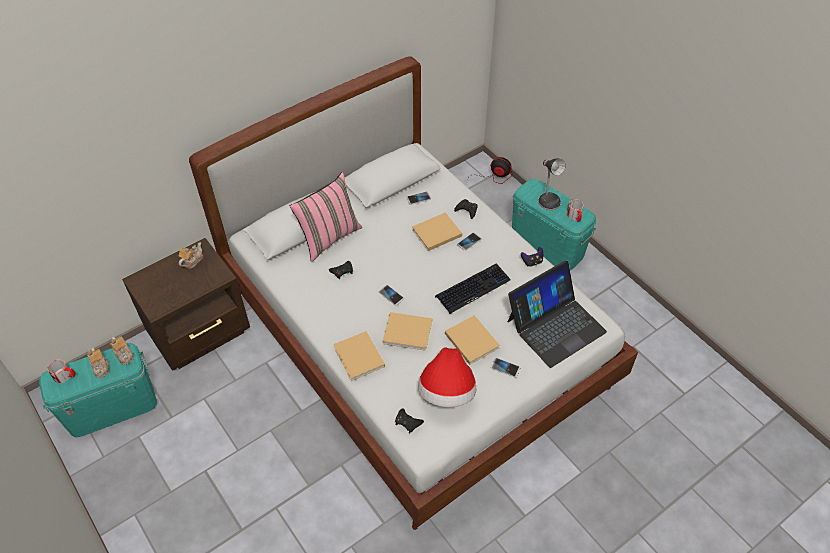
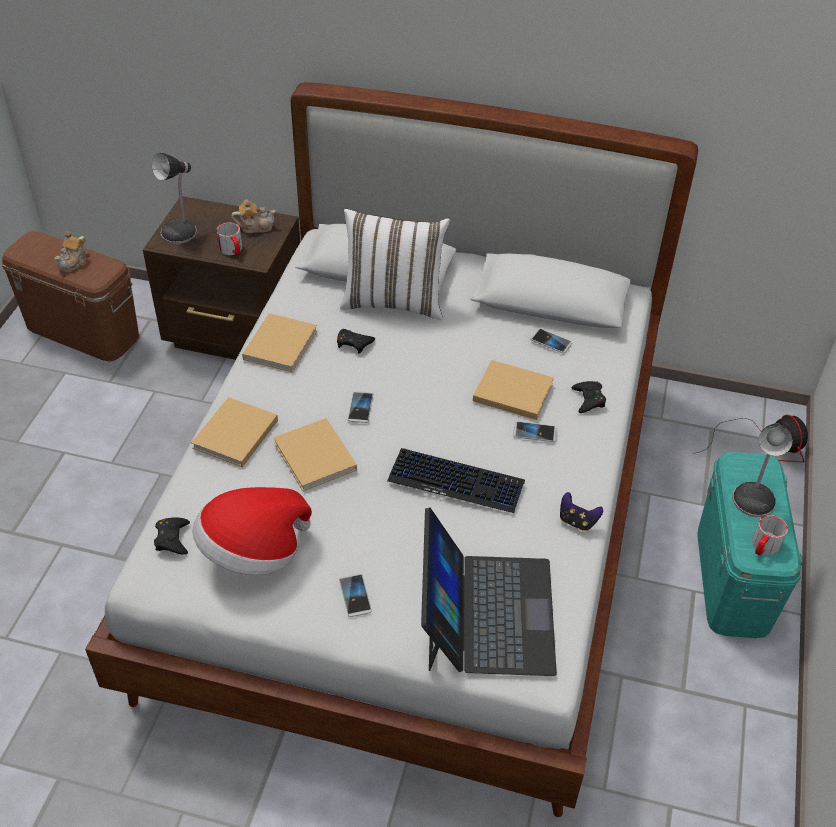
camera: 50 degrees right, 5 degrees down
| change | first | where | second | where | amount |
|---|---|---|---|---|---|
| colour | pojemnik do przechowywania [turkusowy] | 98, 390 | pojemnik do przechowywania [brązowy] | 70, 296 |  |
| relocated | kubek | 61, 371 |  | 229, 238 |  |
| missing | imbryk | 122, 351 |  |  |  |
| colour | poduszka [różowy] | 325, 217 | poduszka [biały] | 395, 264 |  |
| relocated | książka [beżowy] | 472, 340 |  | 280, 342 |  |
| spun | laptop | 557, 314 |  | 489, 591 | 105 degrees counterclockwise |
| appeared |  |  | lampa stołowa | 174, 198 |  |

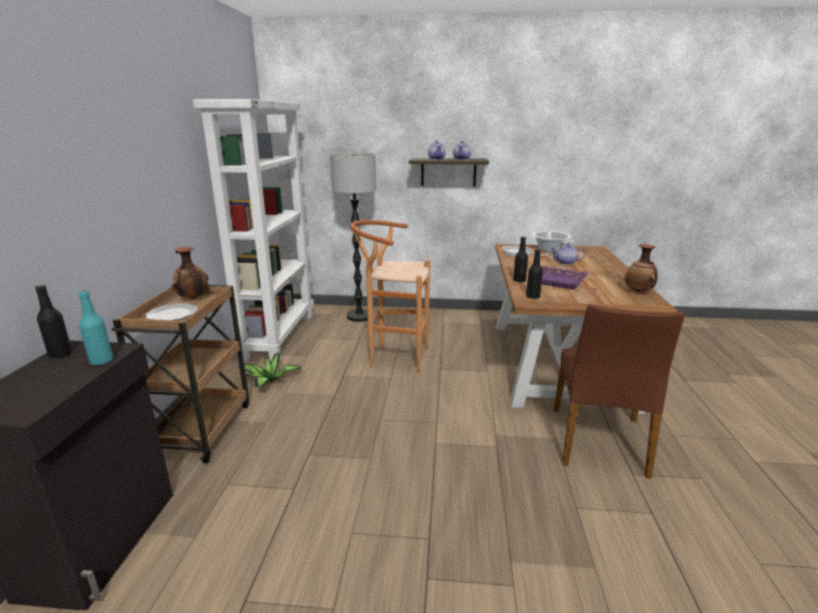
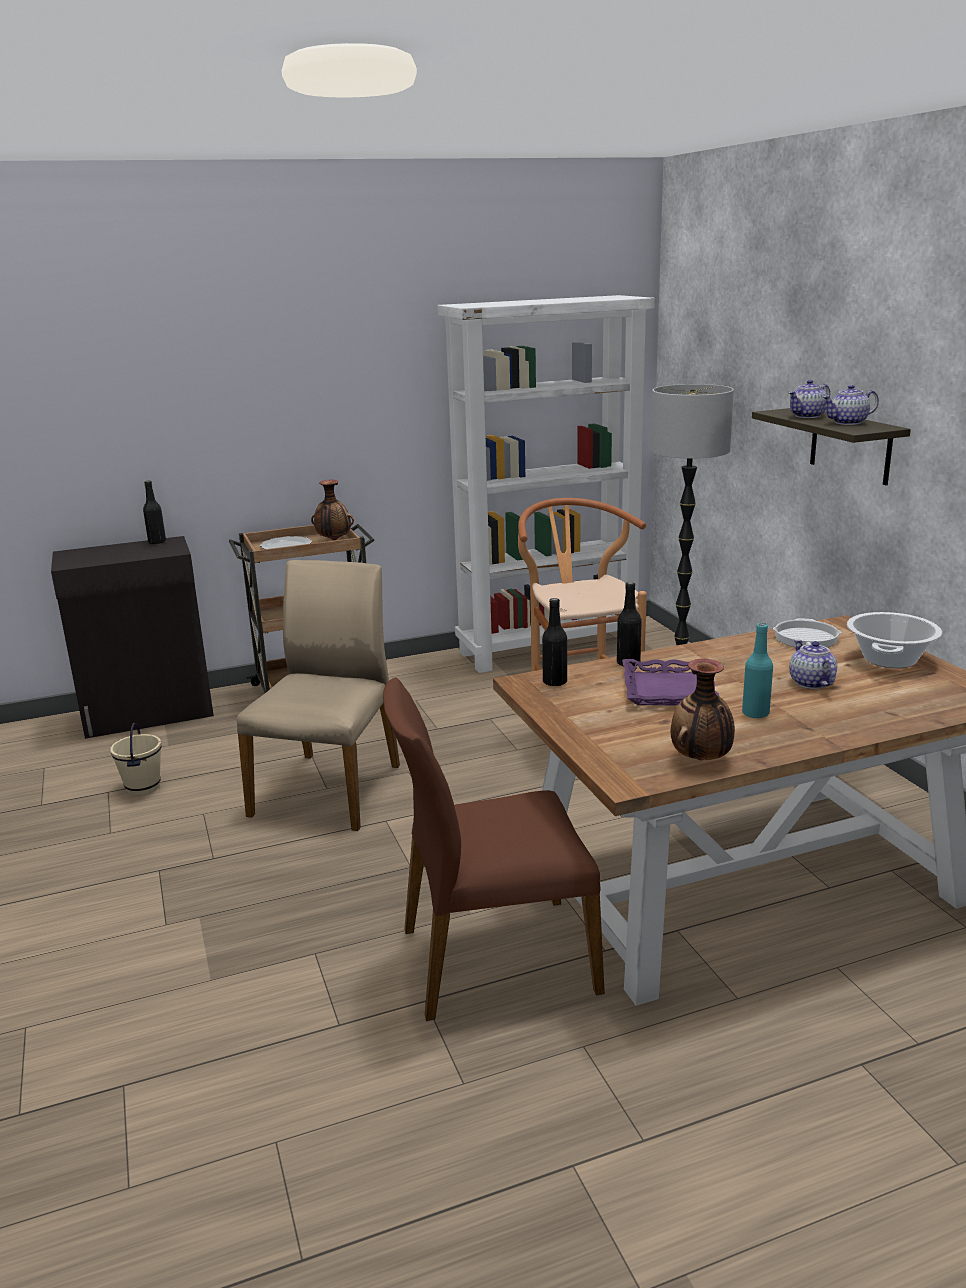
camera: 65 degrees right, 0 degrees up
| change | first | where | second | where | amount |
|---|---|---|---|---|---|
| relocated | butelka [turkusowy] | 95, 327 |  | 757, 670 |  |
| missing | roślina doniczkowa | 269, 370 |  |  |  |
| appeared |  |  | wiadro [beżowy] | 135, 759 |  |
| appeared |  |  | krzesło [beżowy] | 318, 695 |  |

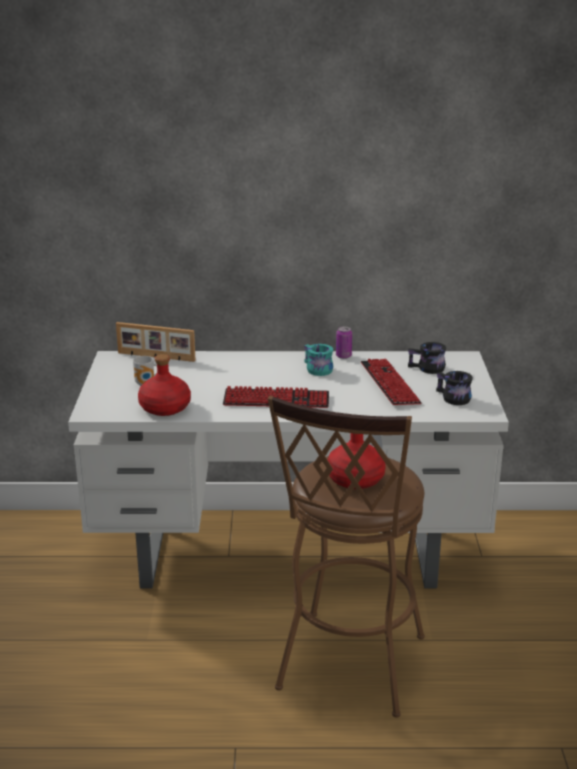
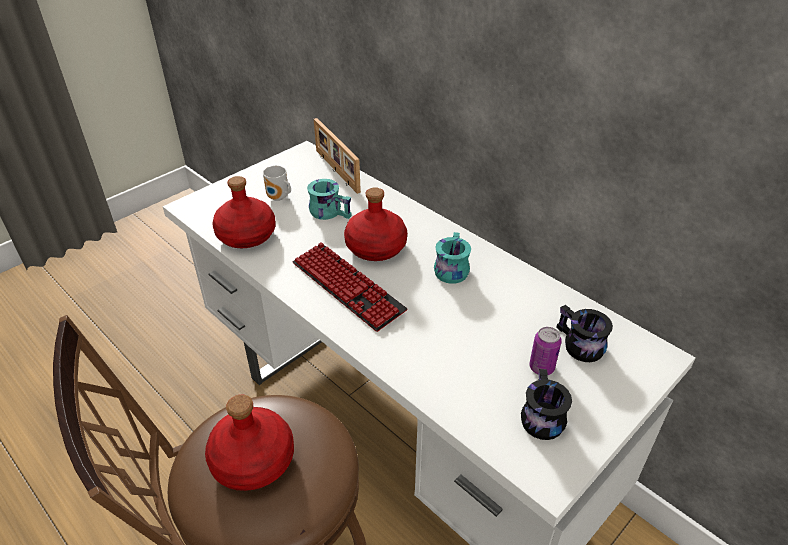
camera: 45 degrees right, 15 degrees up
| change | first | where | second | where | amount |
|---|---|---|---|---|---|
| relocated | puszka | 344, 342 |  | 545, 351 |  |
| missing | klawiatura | 391, 382 |  |  |  |
| appeared |  |  | kubek [turkusowy] | 329, 199 |  |
| appeared |  |  | butelka [czerwony] | 375, 224 |  |

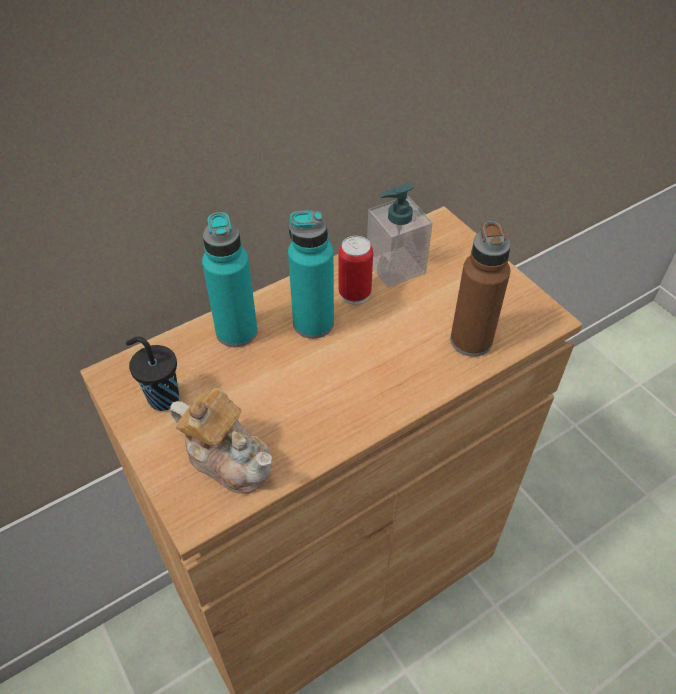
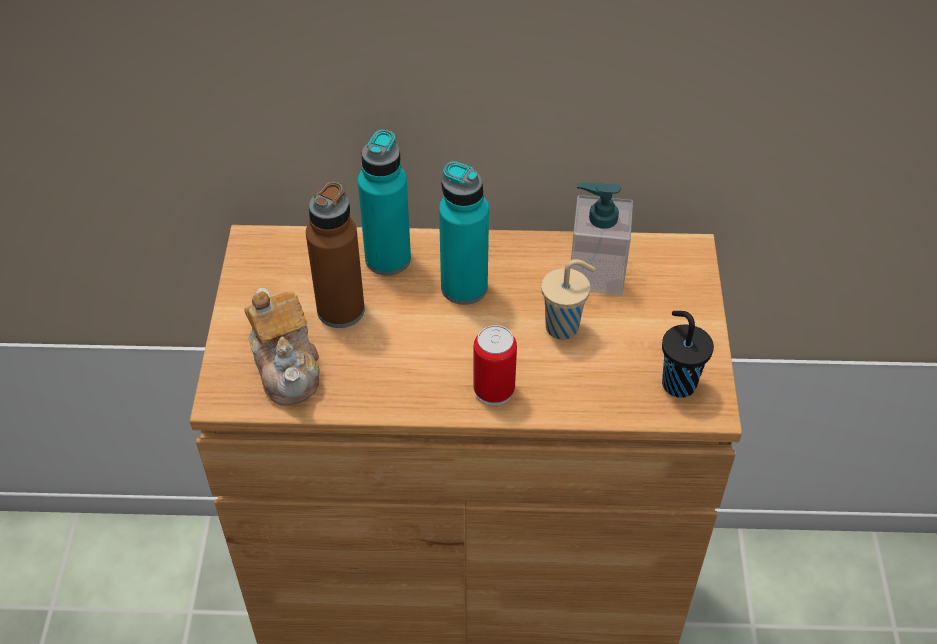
camera: 35 degrees right, 0 degrees up
| change | first | where | second | where | amount |
|---|---|---|---|---|---|
| relocated | filiżanka [czarny] | 152, 374 |  | 688, 354 |  |
| relocated | puszka | 356, 270 |  | 495, 365 |  |
| relocated | butelka [brązowy] | 480, 289 |  | 335, 254 |  |
| appeared |  |  | filiżanka [beżowy] | 568, 299 |  |

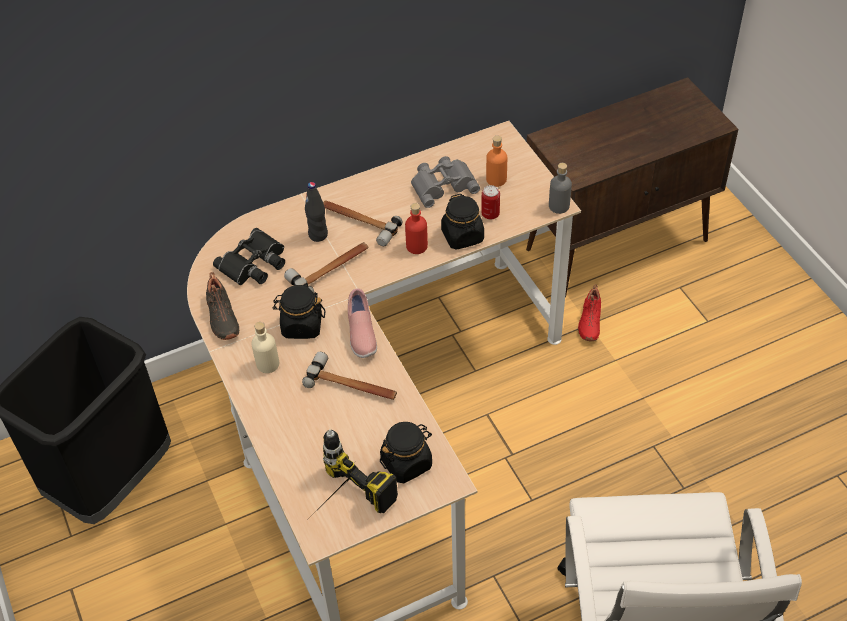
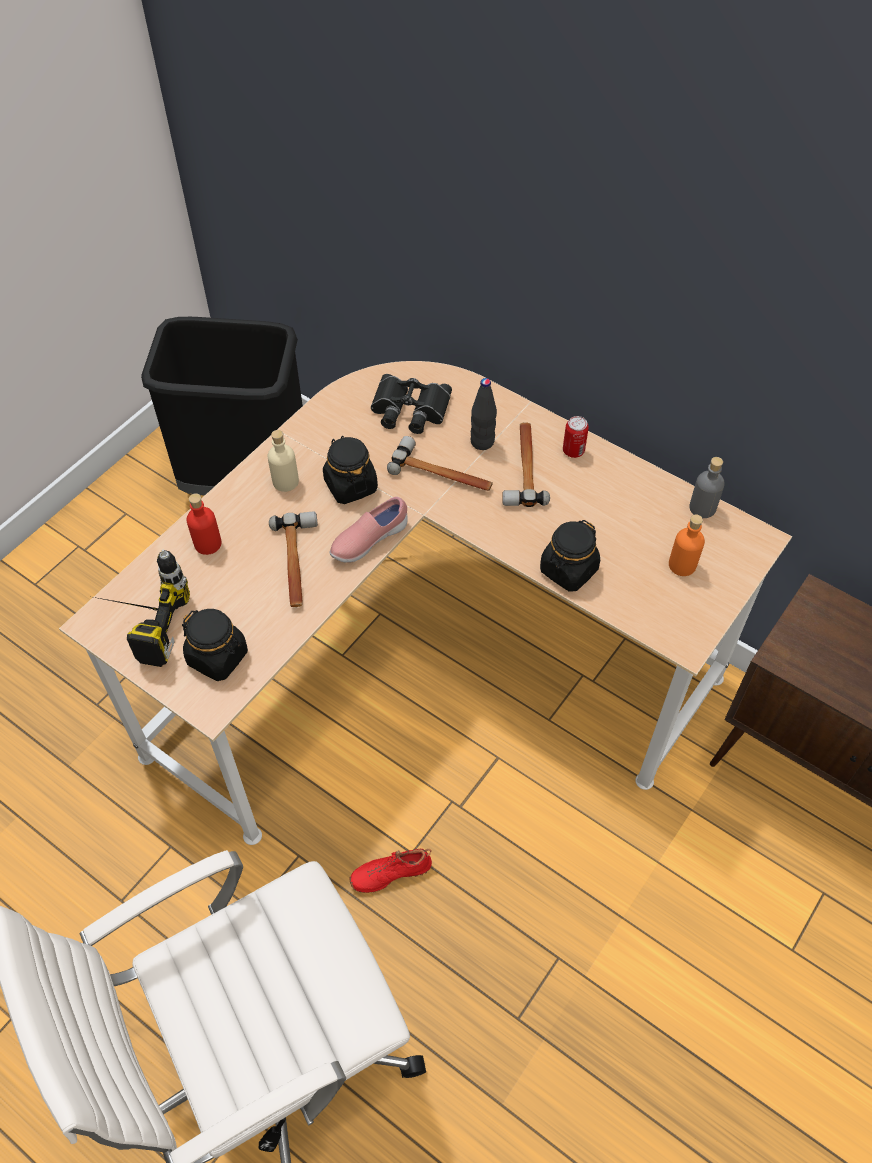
camera: 60 degrees right, 5 degrees up
| change | first | where | second | where | amount |
|---|---|---|---|---|---|
| missing | but [czarny] | 222, 306 |  |  |  |
| relocated | butelka [czerwony] | 416, 228 |  | 204, 524 |  |
| missing | lornetka [szary] | 445, 182 |  |  |  |
| relocated | puszka | 490, 202 |  | 576, 437 |  |
| relocated | butelka [szary] | 560, 188 |  | 707, 487 |  |
| relocated | but [czerwony] | 589, 313 |  | 390, 871 |  |

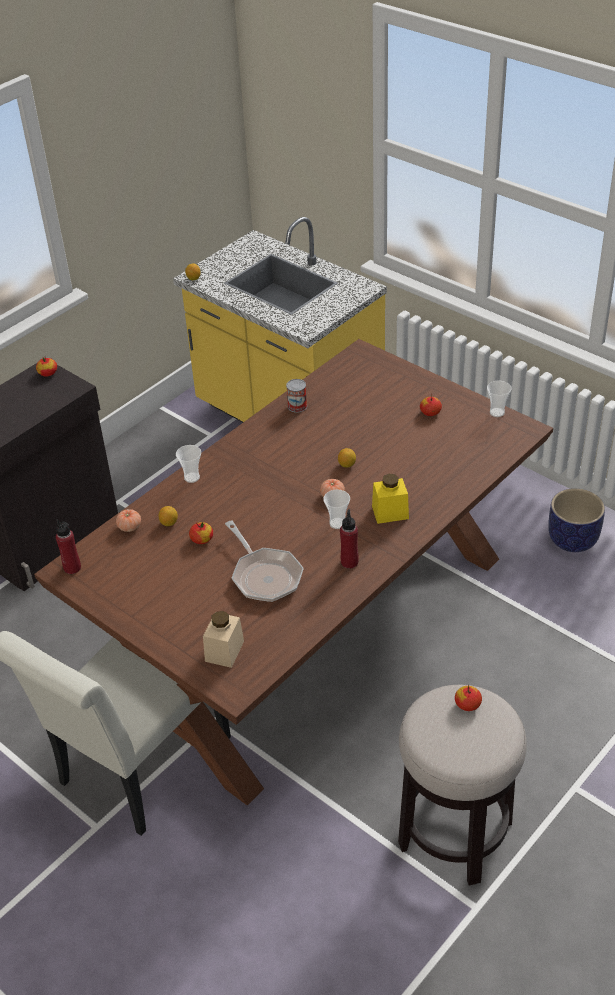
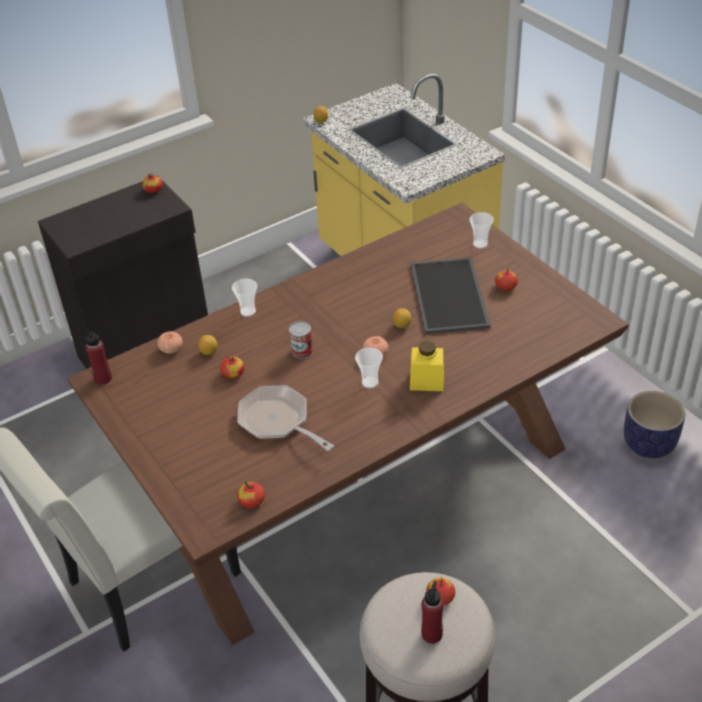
camera: 15 degrees right, 0 degrees up
| change | first | where | second | where | amount |
|---|---|---|---|---|---|
| missing | słoik [beżowy] | 223, 639 |  |  |  |
| spun | patelnia | 264, 561 |  | 285, 418 | 150 degrees clockwise |
| relocated | puszka | 296, 396 |  | 301, 340 |  |
| relocated | butelka [czerwony] | 349, 539 |  | 432, 612 |  |
| relocated | filiżanka | 499, 399 |  | 482, 230 |  |
| appeared |  |  | jabłko | 251, 495 |  |
| appeared |  |  | taca | 451, 295 |  |

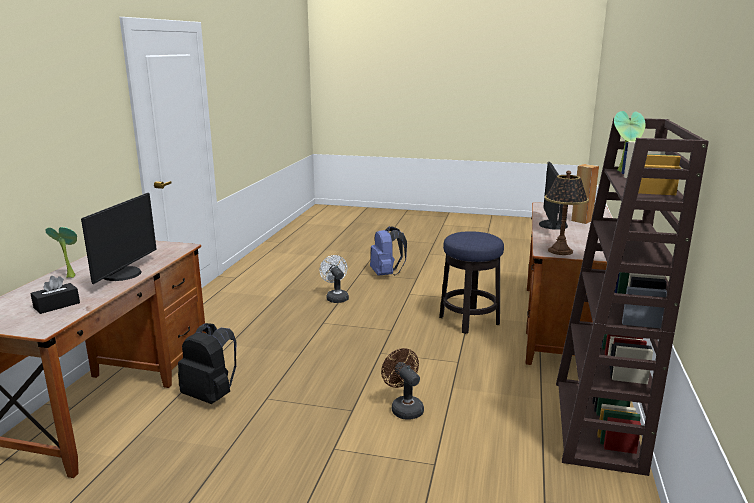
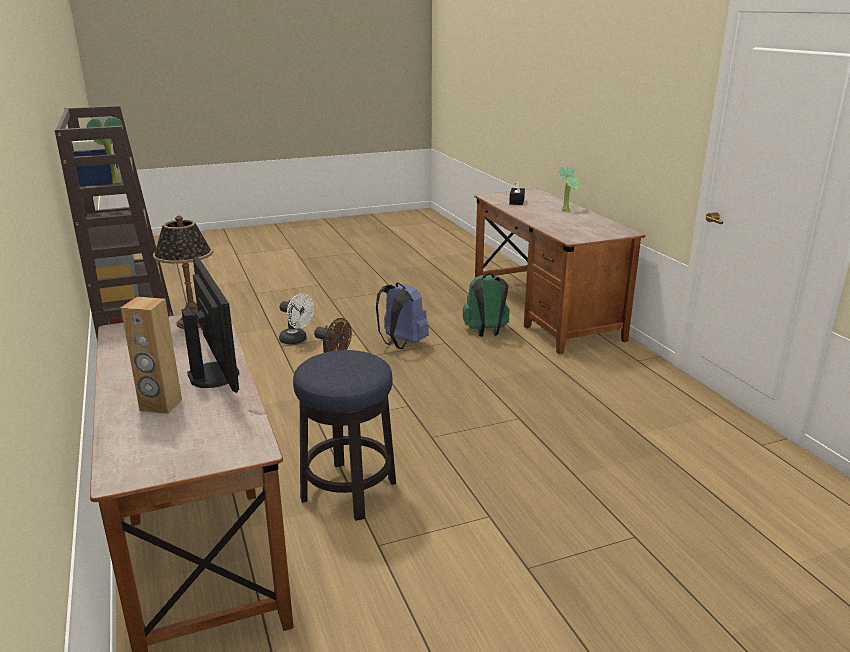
camera: 145 degrees right, 5 degrees up
| change | first | where | second | where | amount |
|---|---|---|---|---|---|
| missing | monitor | 119, 238 |  |  |  |
| colour | plecak [czarny] | 207, 363 | plecak [zielony] | 486, 305 |  |
| relocated | wentylator [biały] | 334, 279 |  | 296, 319 |  |
| relocated | plecak [niebieski] | 388, 251 |  | 402, 316 |  |

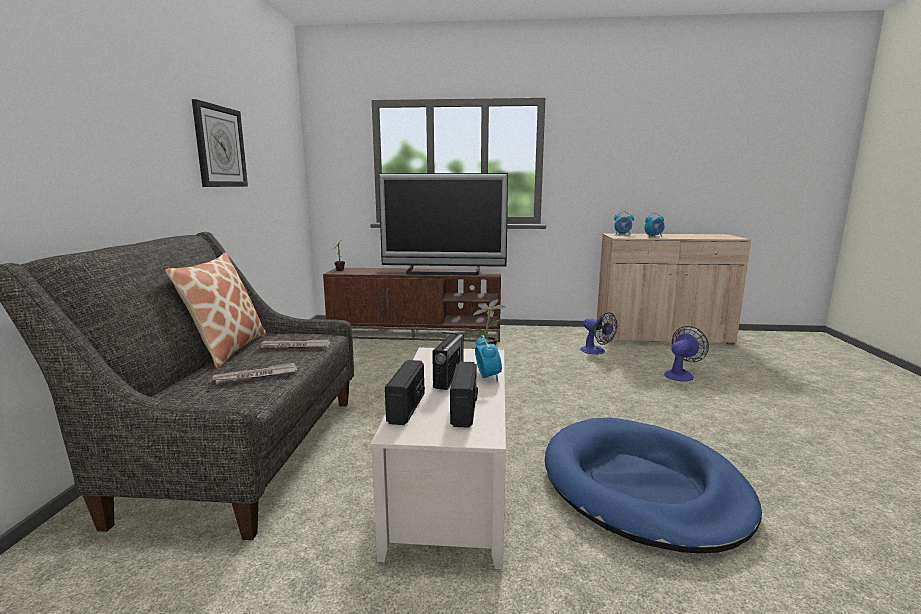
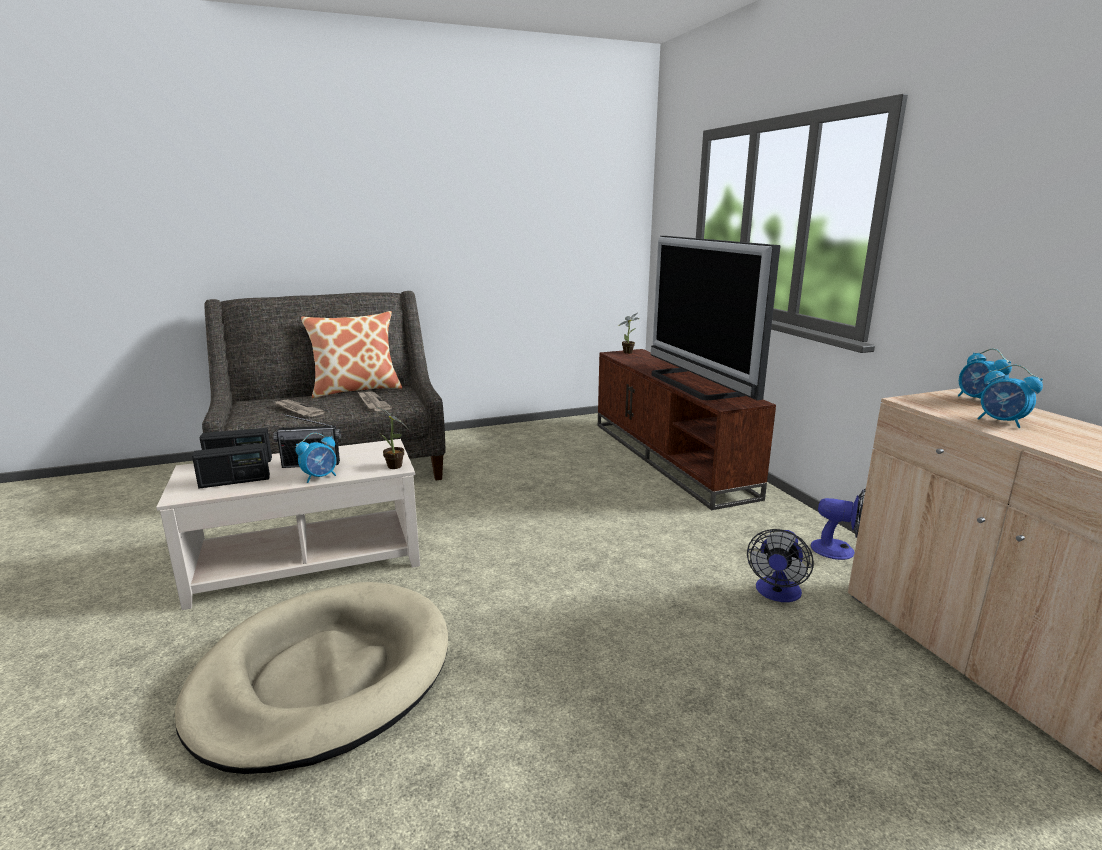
camera: 65 degrees right, 5 degrees up
| change | first | where | second | where | amount |
|---|---|---|---|---|---|
| missing | zegar ścienny | 220, 143 |  |  |  |
| colour | legowisko [niebieski] | 653, 485 | legowisko [beżowy] | 311, 678 |  |
| relocated | wentylator | 686, 353 |  | 838, 524 |  |

